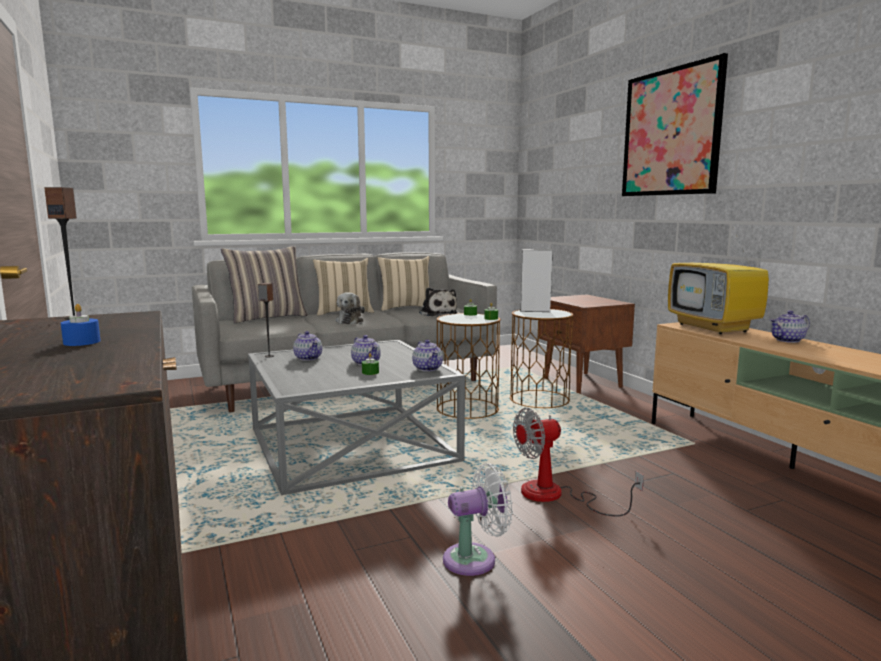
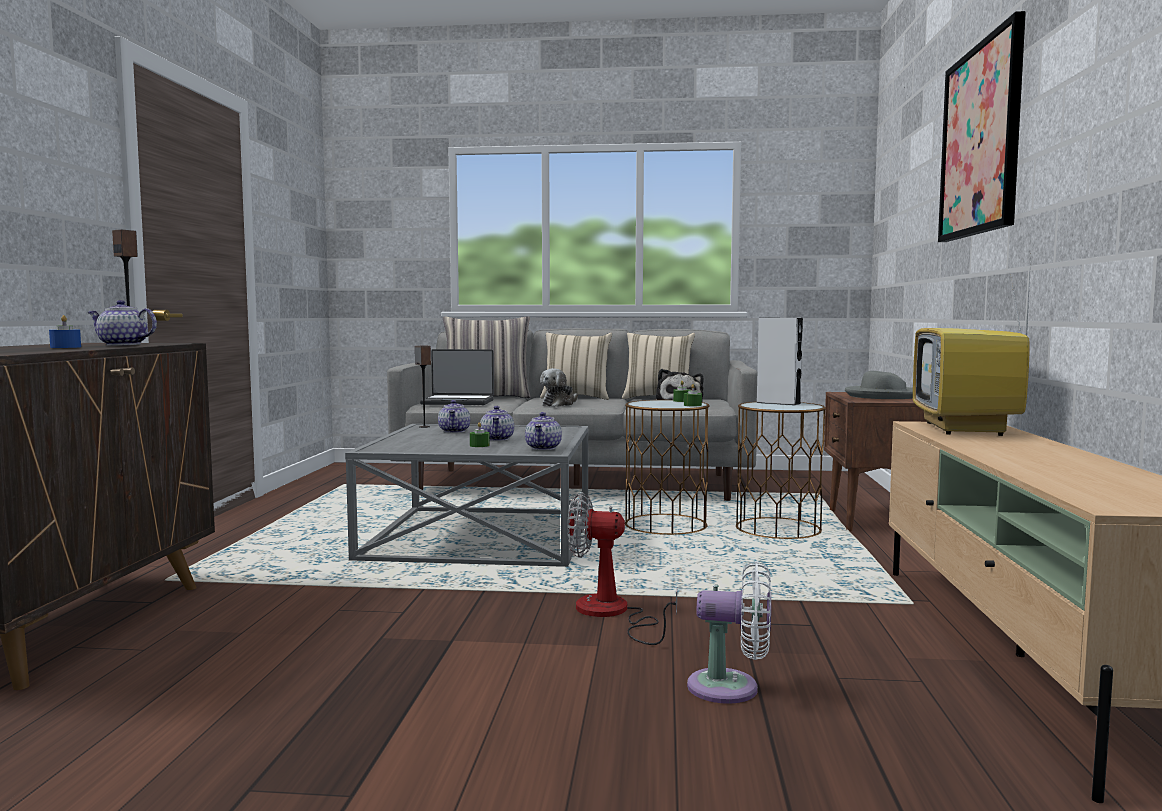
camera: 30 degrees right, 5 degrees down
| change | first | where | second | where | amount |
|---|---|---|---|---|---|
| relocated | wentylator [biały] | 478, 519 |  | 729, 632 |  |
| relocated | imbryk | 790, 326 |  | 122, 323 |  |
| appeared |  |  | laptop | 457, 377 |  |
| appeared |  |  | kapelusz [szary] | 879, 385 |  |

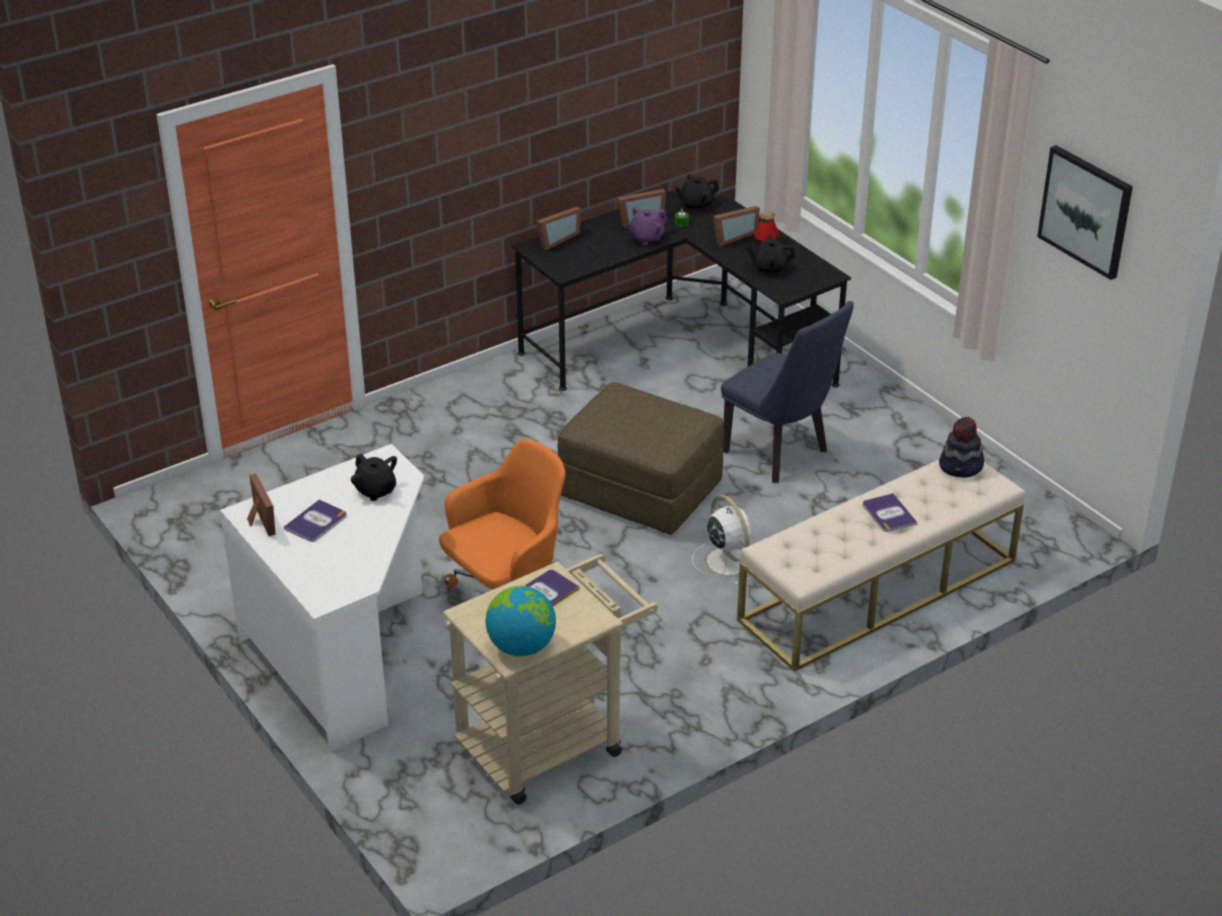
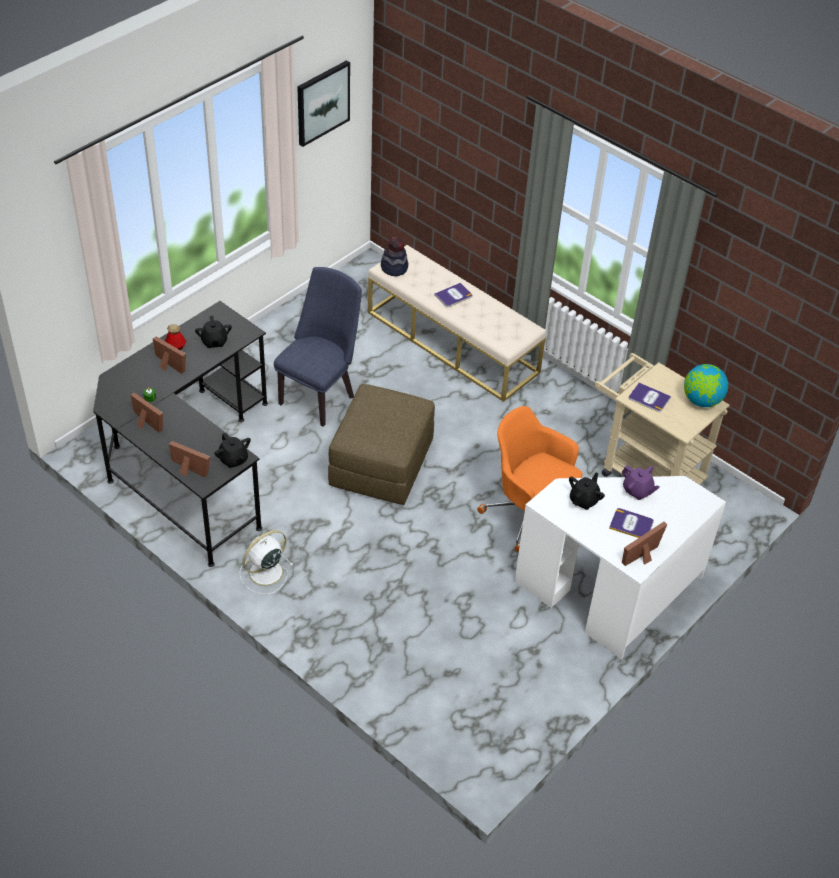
camera: 105 degrees left, 10 degrees up
| change | first | where | second | where | amount |
|---|---|---|---|---|---|
| relocated | imbryk [fioletowy] | 647, 226 |  | 640, 482 |  |
| relocated | imbryk [czarny] | 697, 192 |  | 232, 450 |  |
| relocated | wentylator [biały] | 722, 540 |  | 266, 562 |  |

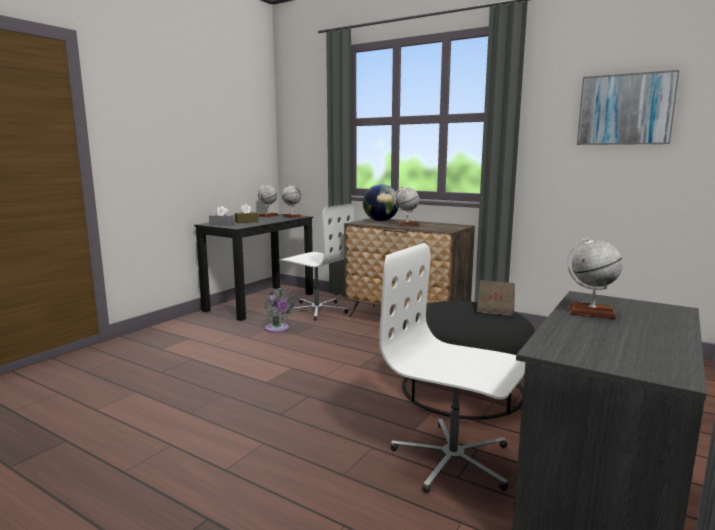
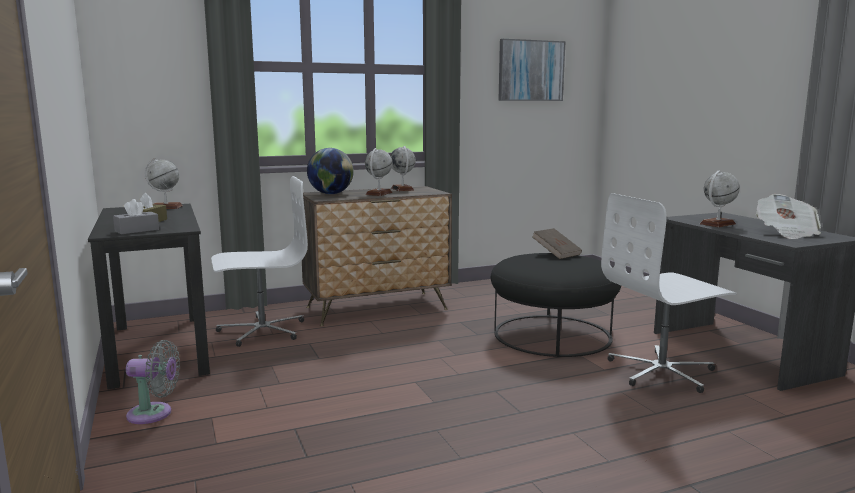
camera: 55 degrees left, 0 degrees up
| change | first | where | second | where | amount |
|---|---|---|---|---|---|
| relocated | globus | 268, 200 |  | 402, 168 |  |
| relocated | wentylator [szary] | 280, 310 |  | 153, 382 |  |
| appeared |  |  | gazeta | 788, 216 |  |

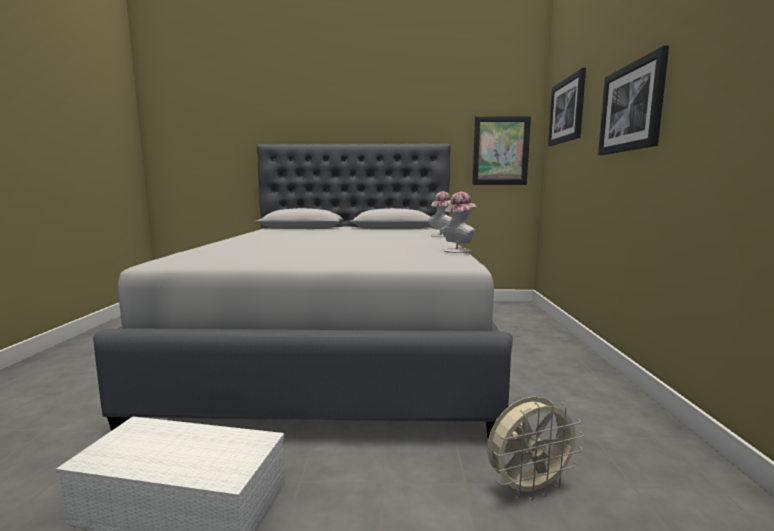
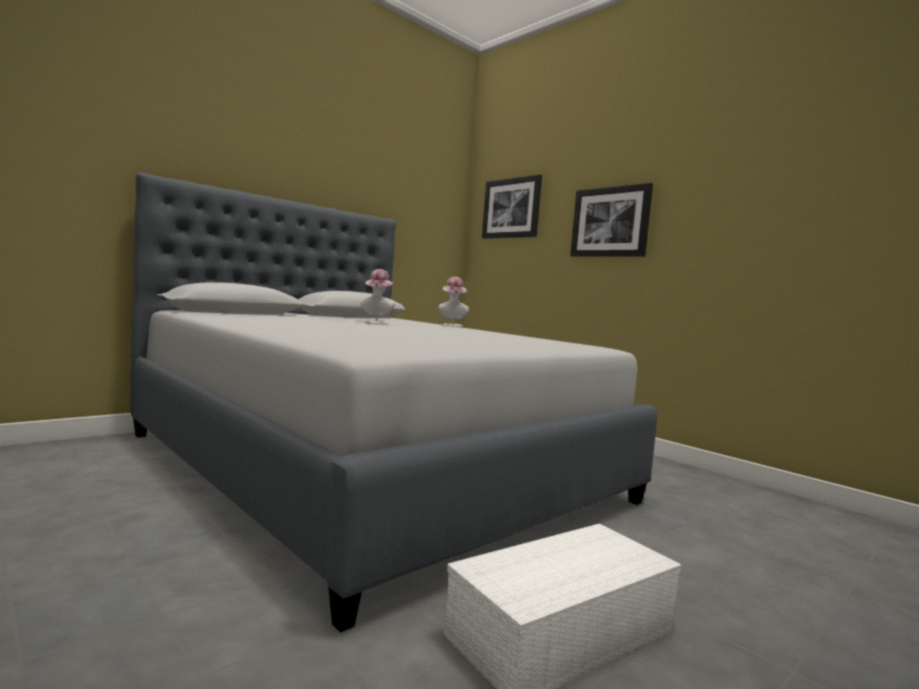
camera: 45 degrees left, 5 degrees down
| change | first | where | second | where | amount |
|---|---|---|---|---|---|
| relocated | kapelusz | 459, 222 |  | 377, 296 |  |
| missing | obraz | 501, 150 |  |  |  |
| missing | wentylator [beżowy] | 535, 448 |  |  |  |

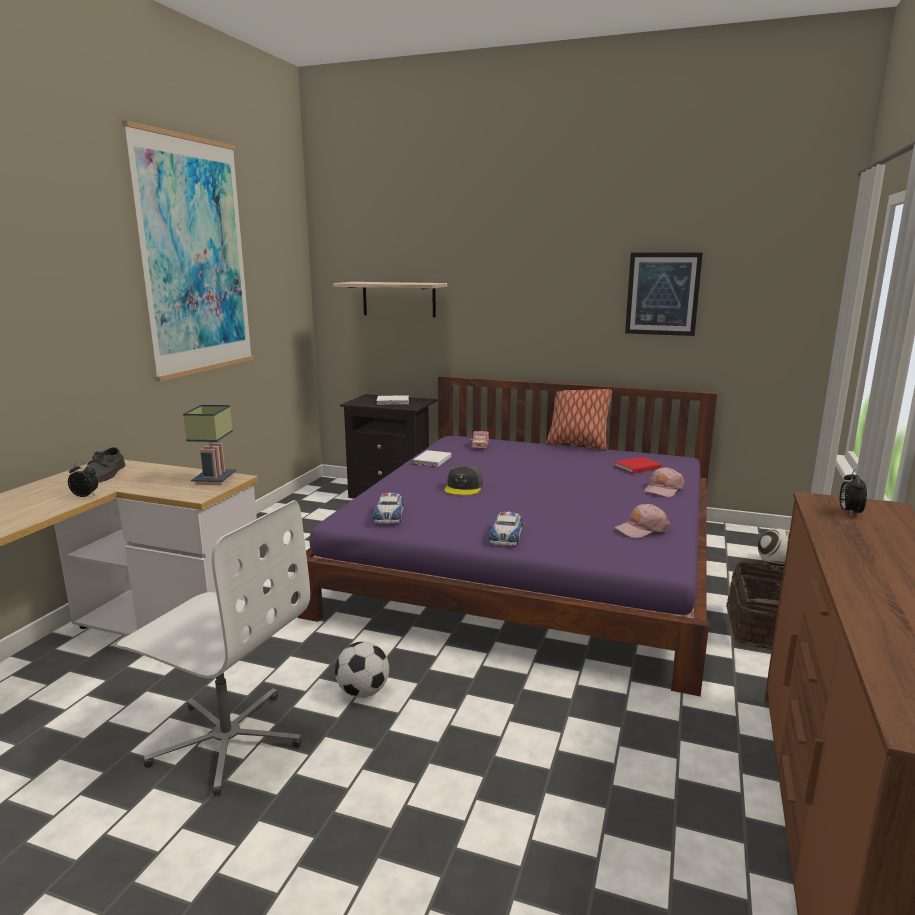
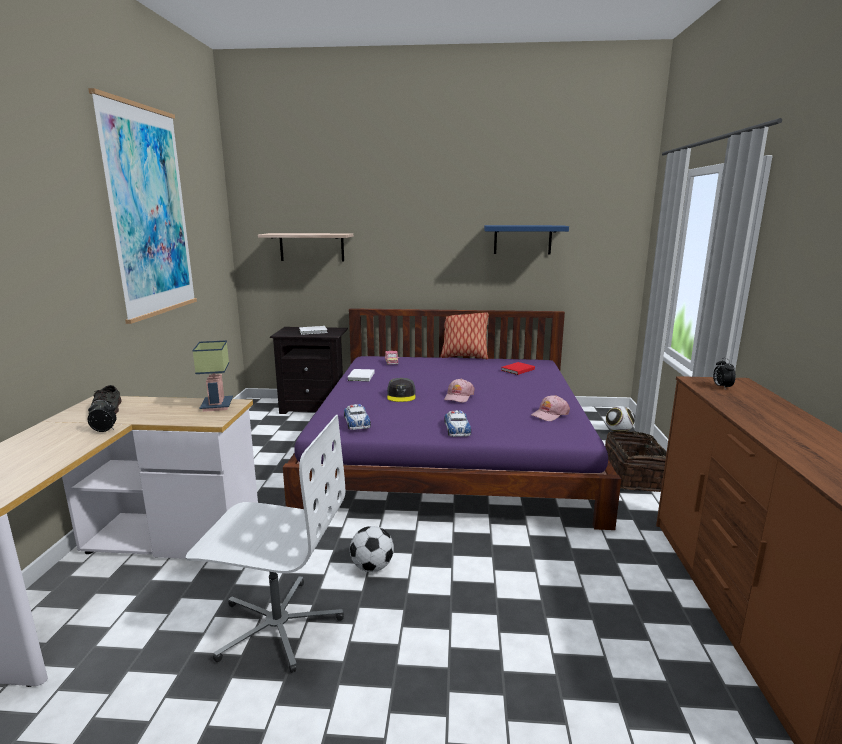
camera: 15 degrees left, 0 degrees up
| change | first | where | second | where | amount |
|---|---|---|---|---|---|
| exchanged | obraz | 664, 294 | półka [niebieski] | 526, 239 |  |
| relocated | czapka z daszkiem [różowy] | 664, 482 |  | 459, 390 |  |

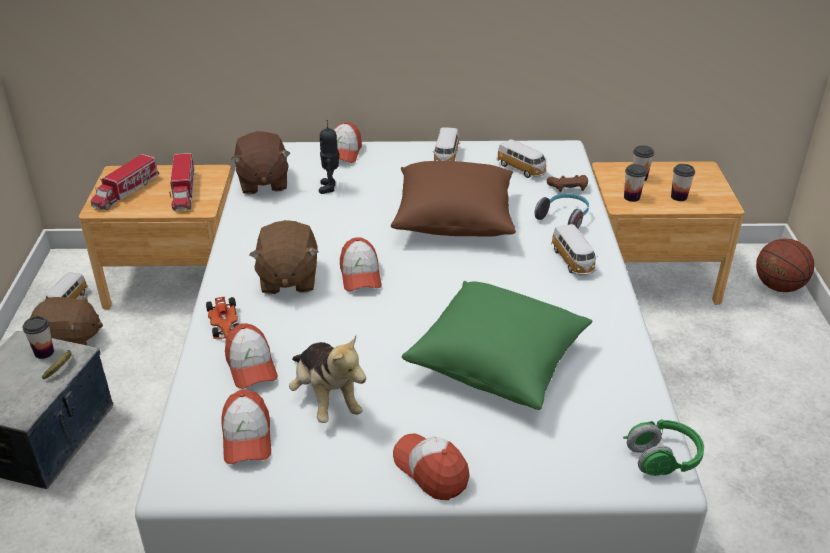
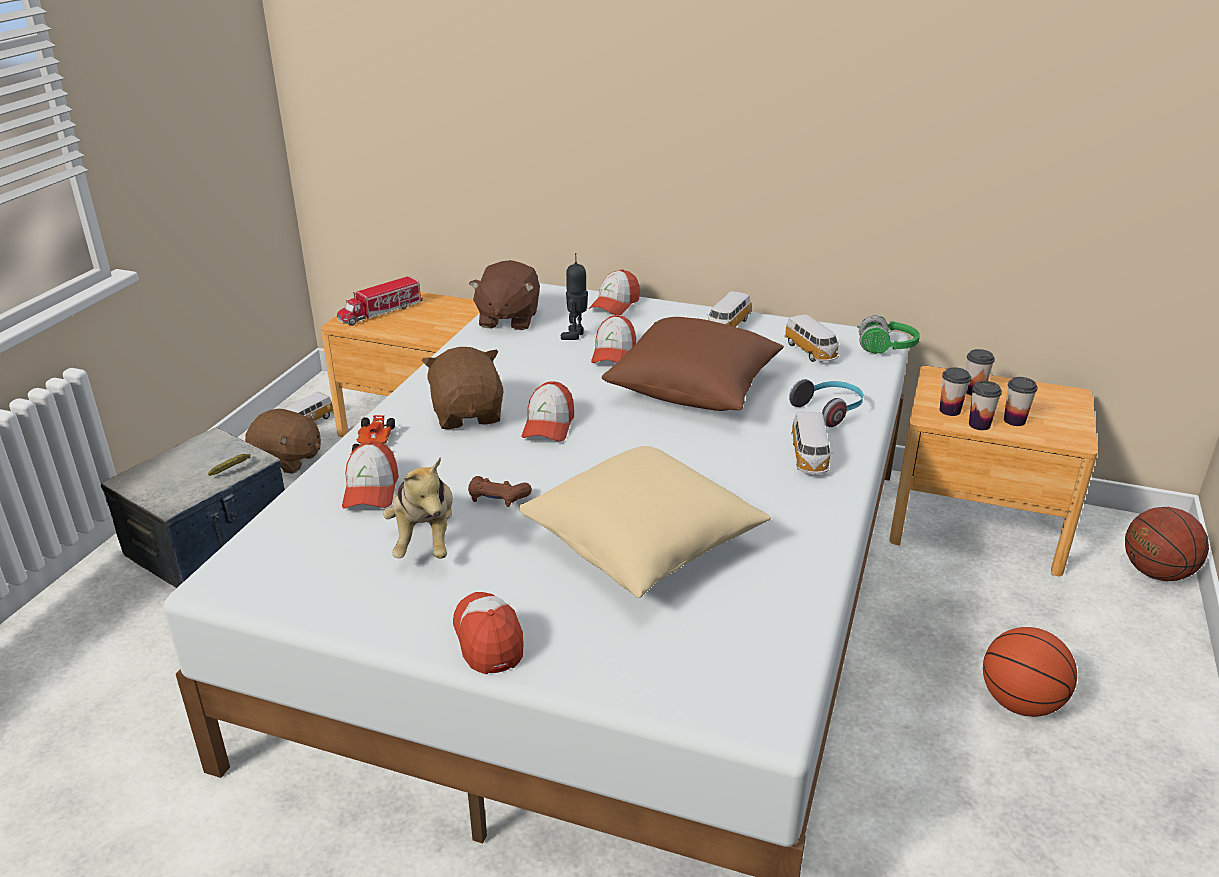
camera: 20 degrees right, 5 degrees down
| change | first | where | second | where | amount |
|---|---|---|---|---|---|
| relocated | filiżanka | 38, 337 |  | 985, 405 |  |
| missing | ciężarówka zabawkowa | 182, 182 |  |  |  |
| relocated | czapka z daszkiem | 246, 427 |  | 613, 339 |  |
| spun | pluszak [brązowy] | 284, 257 |  | 462, 388 | 150 degrees clockwise |
| colour | poduszka [zielony] | 497, 345 | poduszka [beżowy] | 645, 522 |  |
| relocated | pad do gier [brązowy] | 567, 183 |  | 500, 491 |  |
| relocated | słuchawki [zielony] | 663, 447 |  | 888, 334 |  |
| appeared |  |  | piłka do koszykówki | 1030, 672 |  |

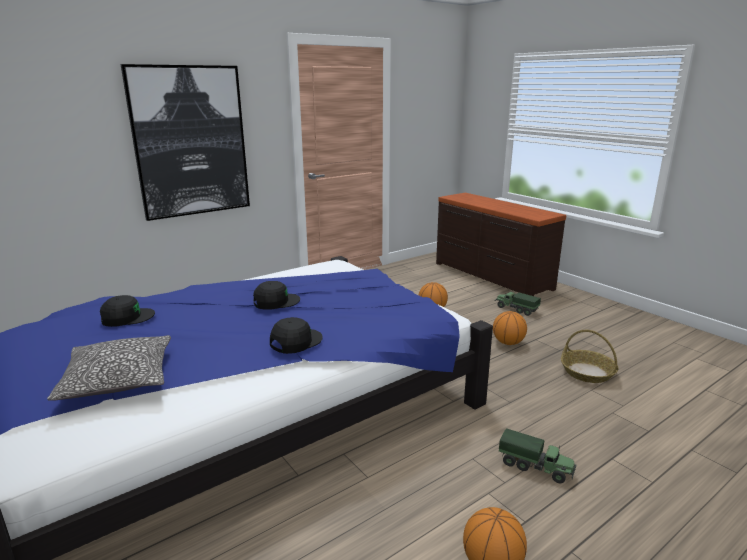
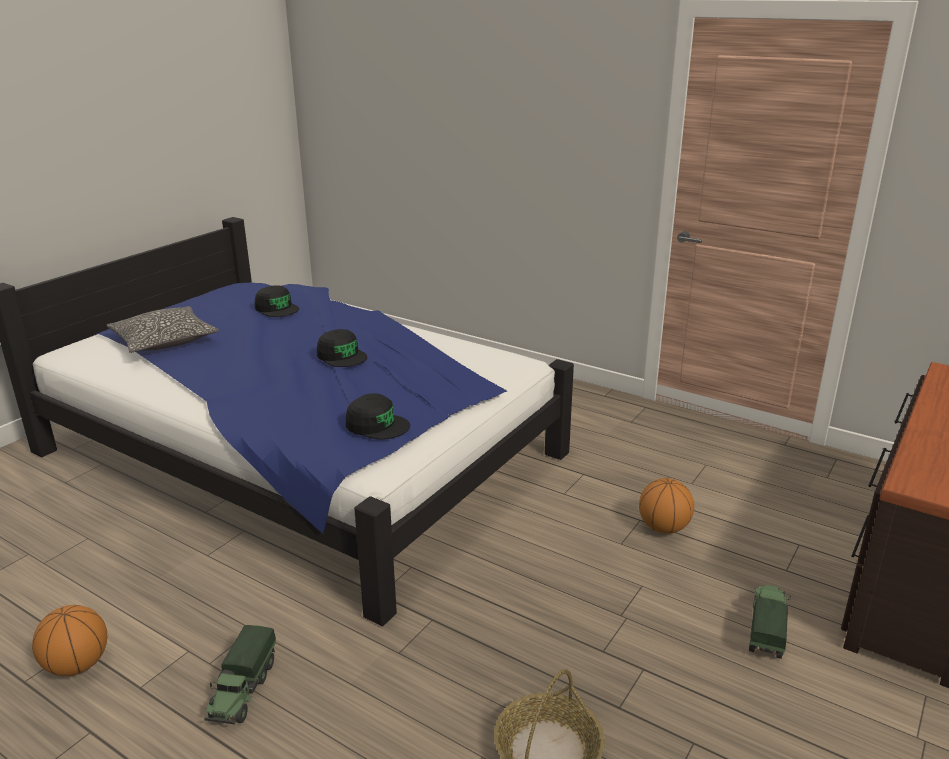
camera: 70 degrees right, 5 degrees up
| change | first | where | second | where | amount |
|---|---|---|---|---|---|
| missing | obraz | 185, 142 |  |  |  |
| relocated | czapka z daszkiem [czarny] | 296, 335 |  | 378, 416 |  |
| missing | piłka do koszykówki | 510, 328 |  |  |  |

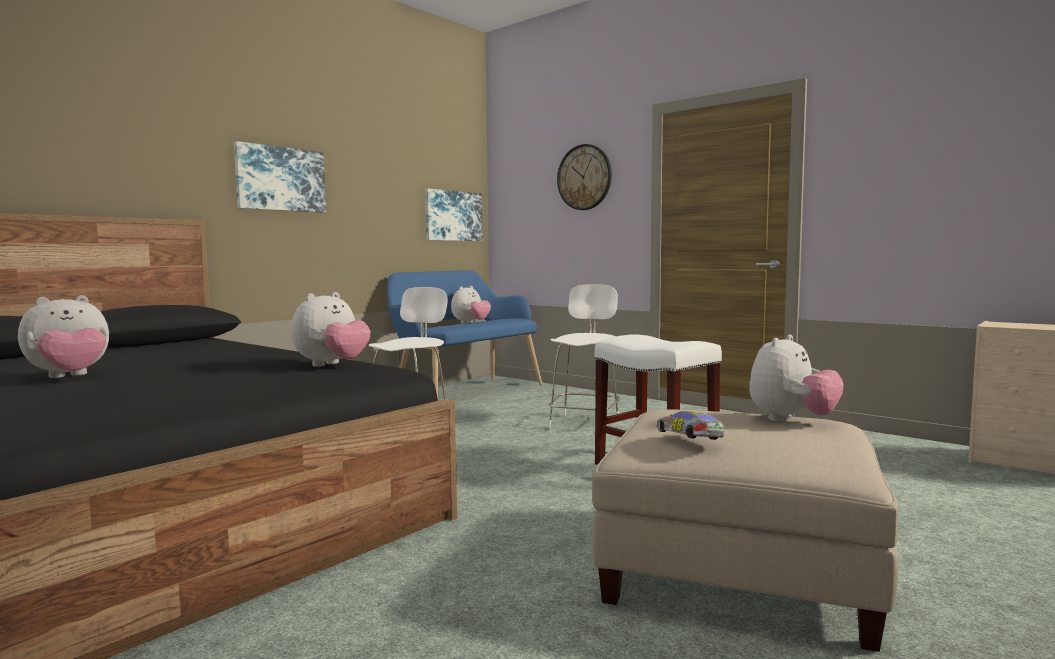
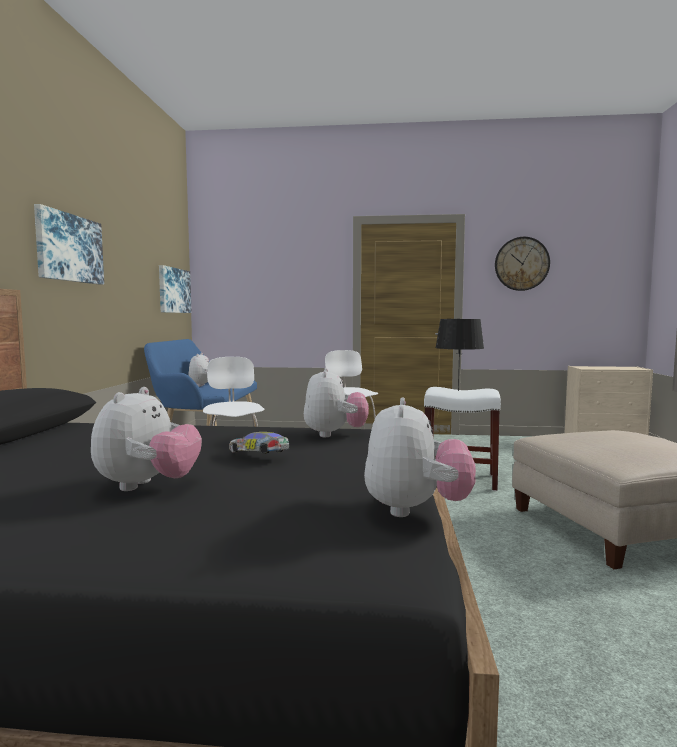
camera: 35 degrees left, 0 degrees up
| change | first | where | second | where | amount |
|---|---|---|---|---|---|
| relocated | zegar ścienny | 584, 177 |  | 522, 264 |  |
| relocated | samochodzik | 690, 425 |  | 259, 443 |  |
| relocated | pluszak | 796, 378 |  | 420, 457 |  |
| appeared |  |  | lampa stołowa [czarny] | 459, 355 |  |

